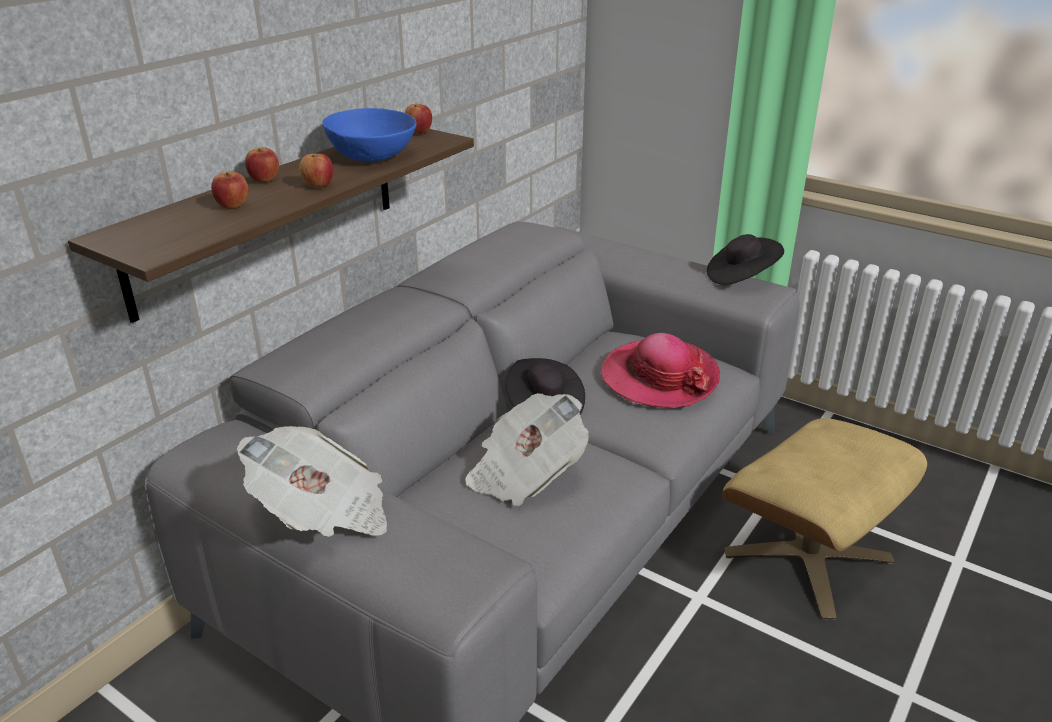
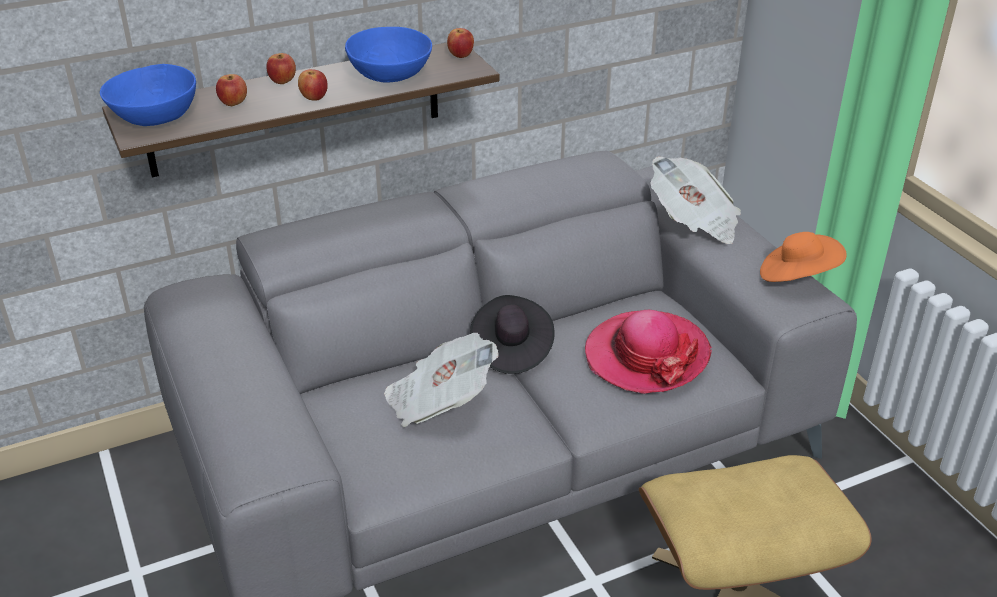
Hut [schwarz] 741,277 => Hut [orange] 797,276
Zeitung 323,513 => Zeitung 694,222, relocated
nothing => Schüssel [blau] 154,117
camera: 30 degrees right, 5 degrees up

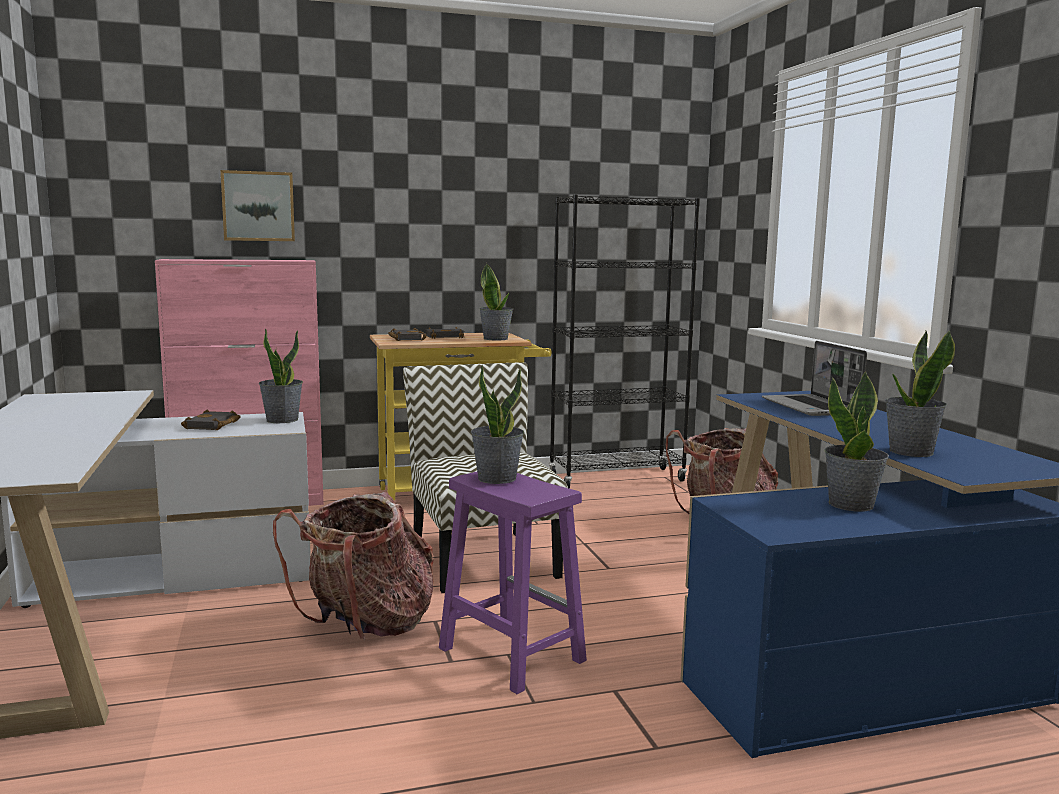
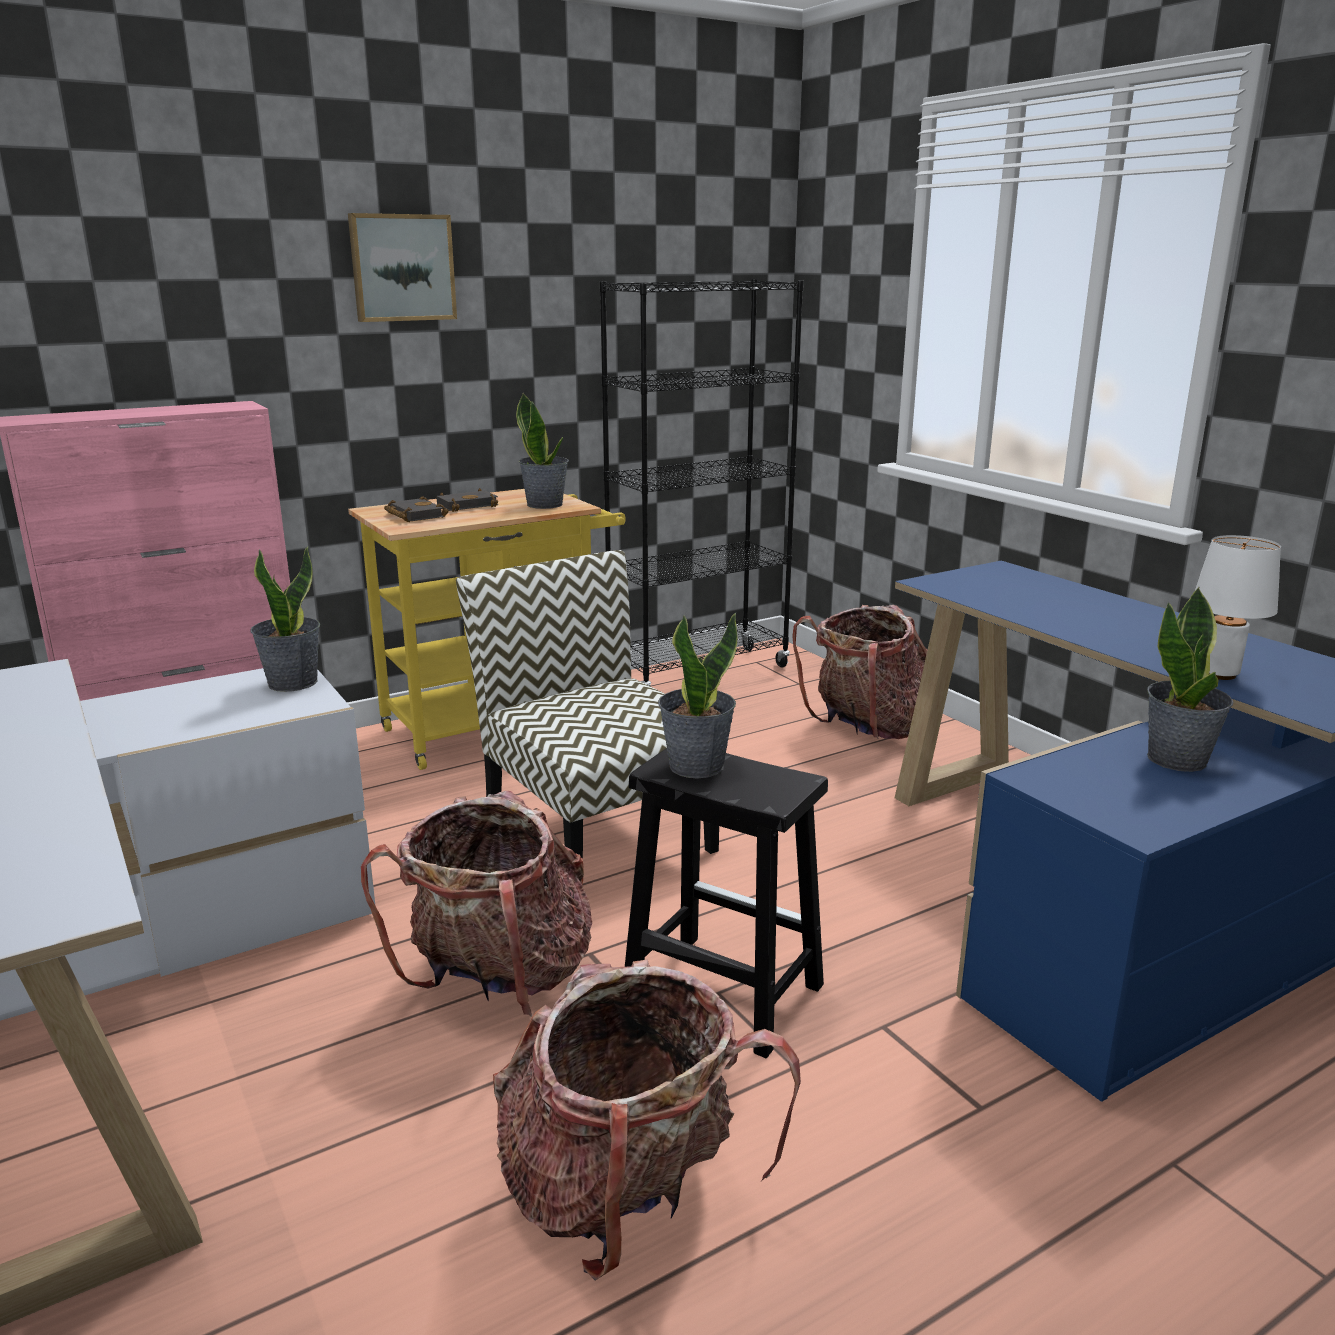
Bild 258,206 => Bild 402,268, relocated
Topfpflanze 910,452 => Tischlampe [weiß] 1219,674
Laptop 811,407 => nothing
Buch [schwarz] 213,425 => nothing
Hocker [lila] 509,654 => Hocker [schwarz] 720,992
nothing => Rucksack 627,1196
camera: 15 degrees left, 10 degrees up

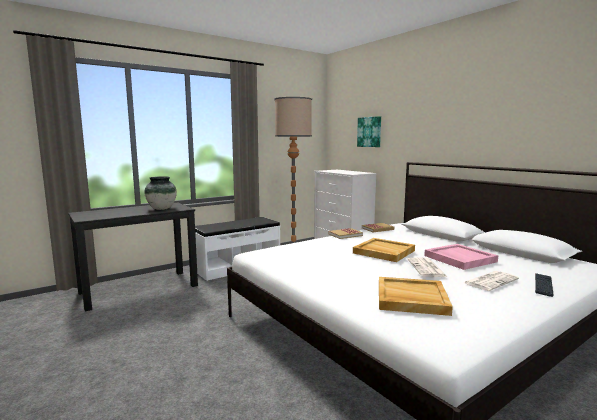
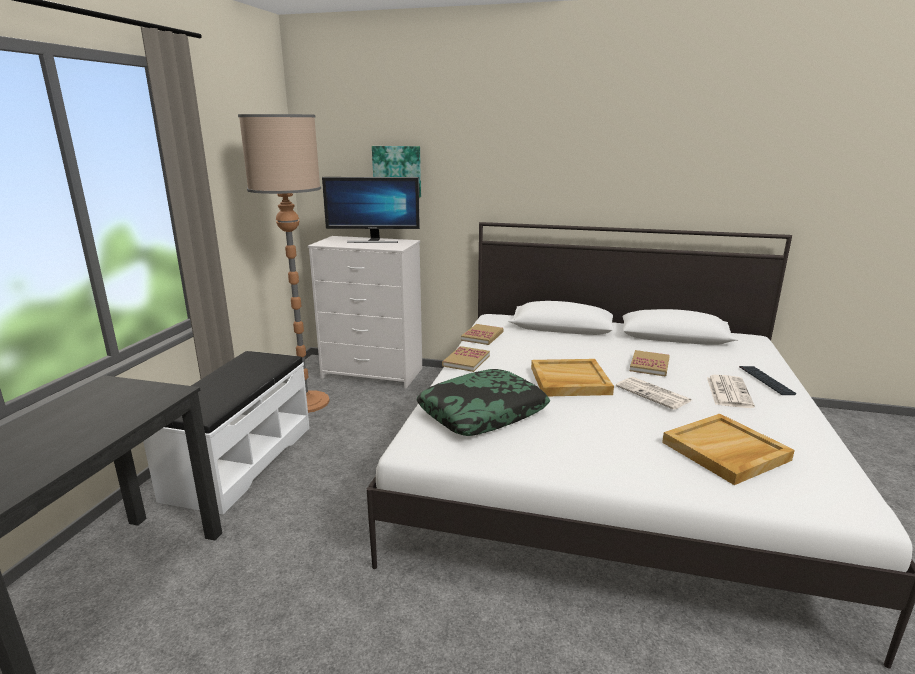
Vase 162,209 => nothing
Tablett [rosa] 459,258 => Buch 649,365
nothing => Monitor 373,241
nothing => Kissen 482,413
camera: 40 degrees left, 10 degrees up

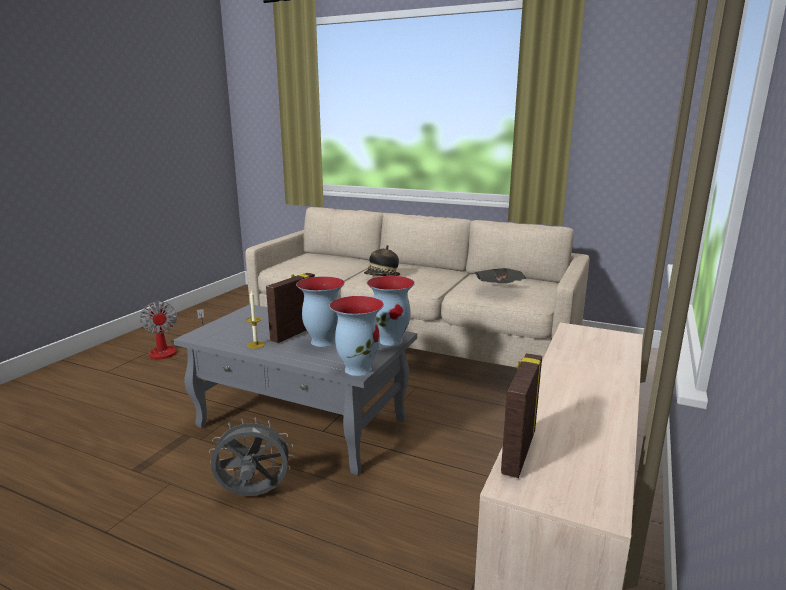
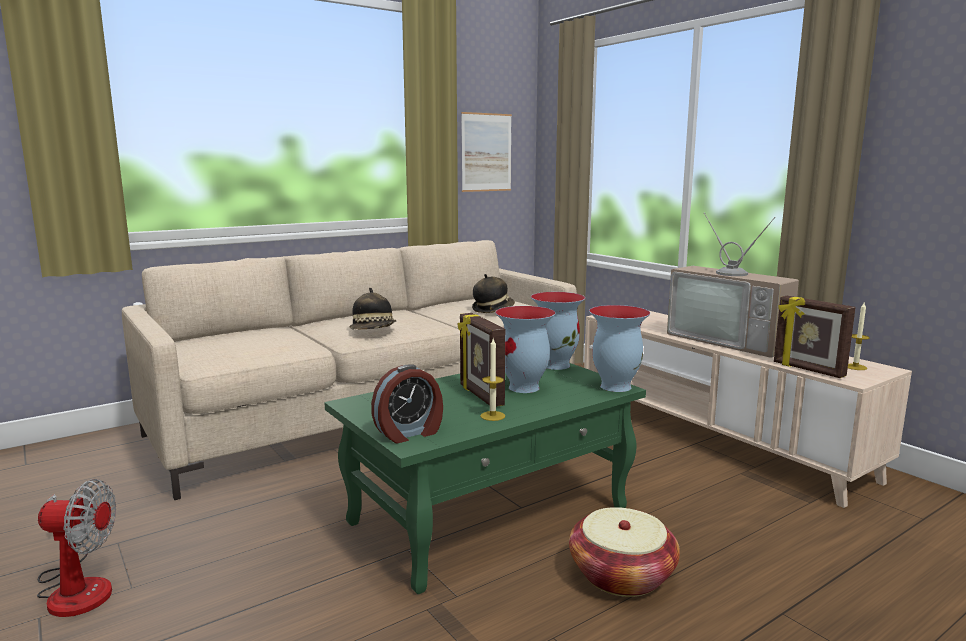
Zeitung 499,290 => Hut 492,309
Couchtisch [grau] 303,422 => Couchtisch [grün] 490,514
Ventilator [grau] 253,494 => Korb 621,575
nothing => Bild 486,152
nothing => Fernseher 731,341
nothing => Kerze 855,367
nothing => Wecker 409,433
camera: 60 degrees left, 5 degrees down

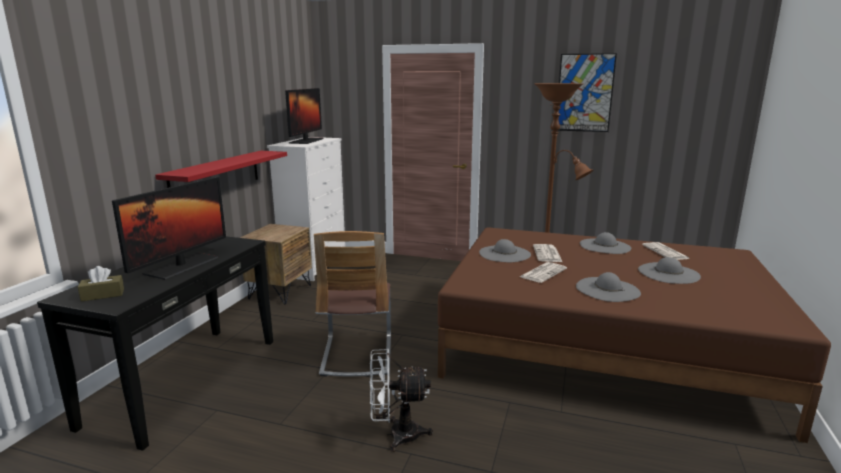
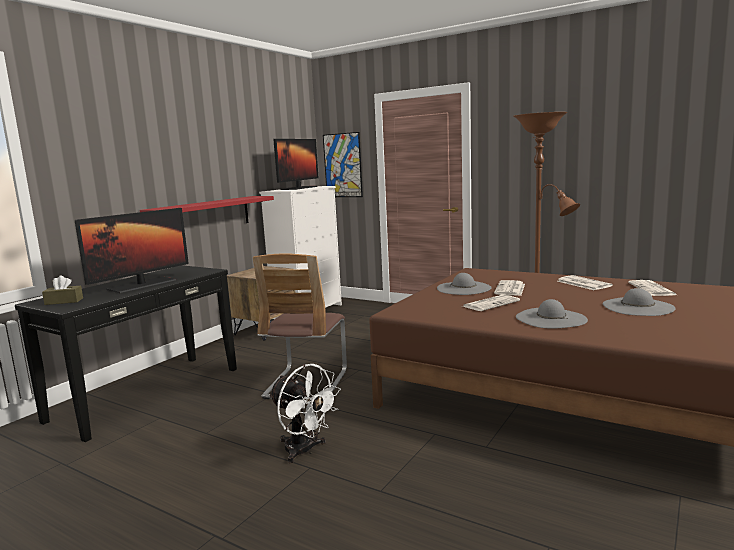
Bild 584,93 => Bild 343,165, relocated
Hut [grau] 605,246 => Zeitung 582,283
Ventilator [weiß] 396,435 => Ventilator [weiß] 305,451, 150 degrees counterclockwise
camera: 15 degrees right, 5 degrees down

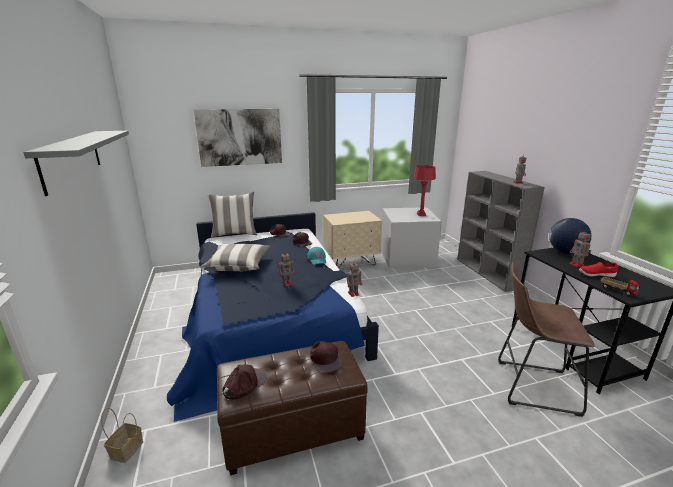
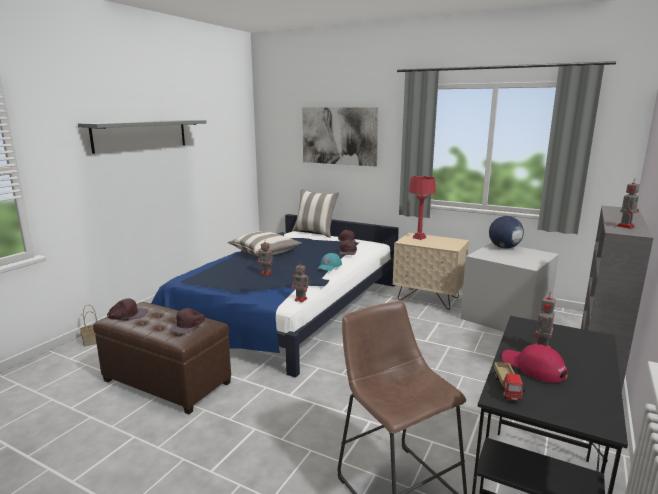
Tischlampe [rot] 421,214 => Tischlampe [rot] 419,238, relocated
Globus 565,252 => Globus 504,247, relocated
Schuh [rot] 596,275 => Kappe [rot] 533,367
camera: 45 degrees right, 5 degrees down

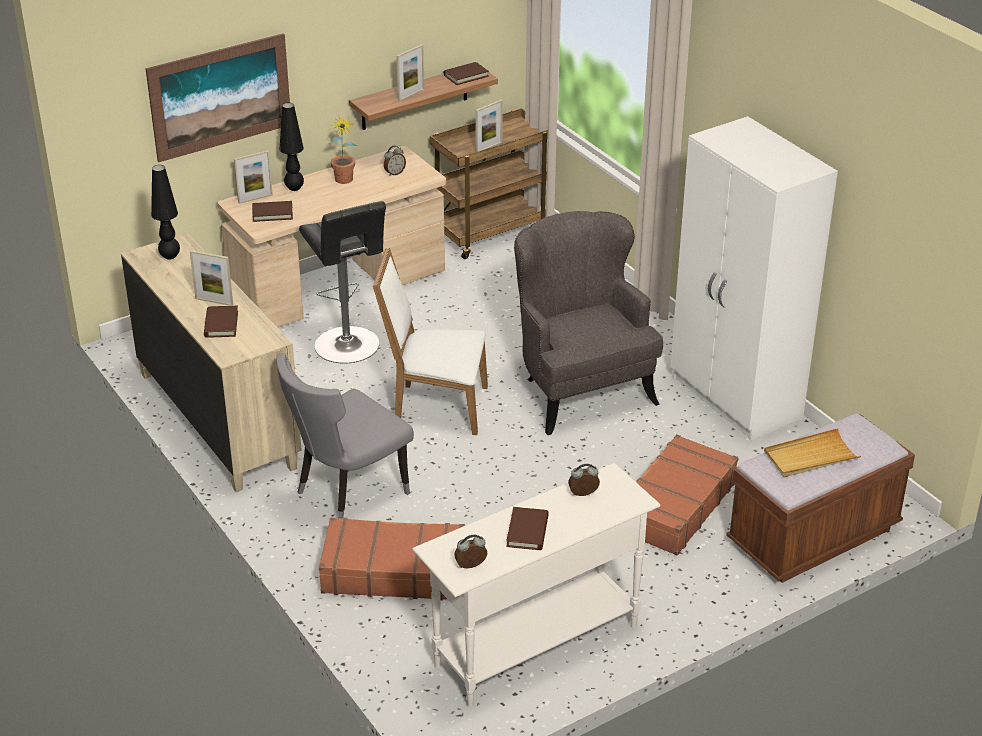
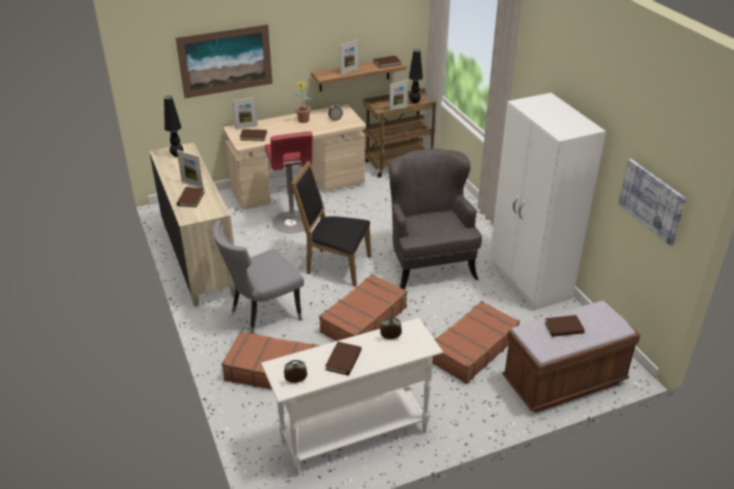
Tischlampe [schwarz] 294,189 => Tischlampe [schwarz] 414,102, relocated
Hocker [schwarz] 349,347 => Hocker [rot] 293,223
Stuhl [weiß] 435,406 => Stuhl [schwarz] 334,265
Tablett [beige] 810,457 => Buch [braun] 564,328
nothing => Bild 652,200
nothing => Koffer [braun] 363,319
camera: 10 degrees right, 0 degrees up

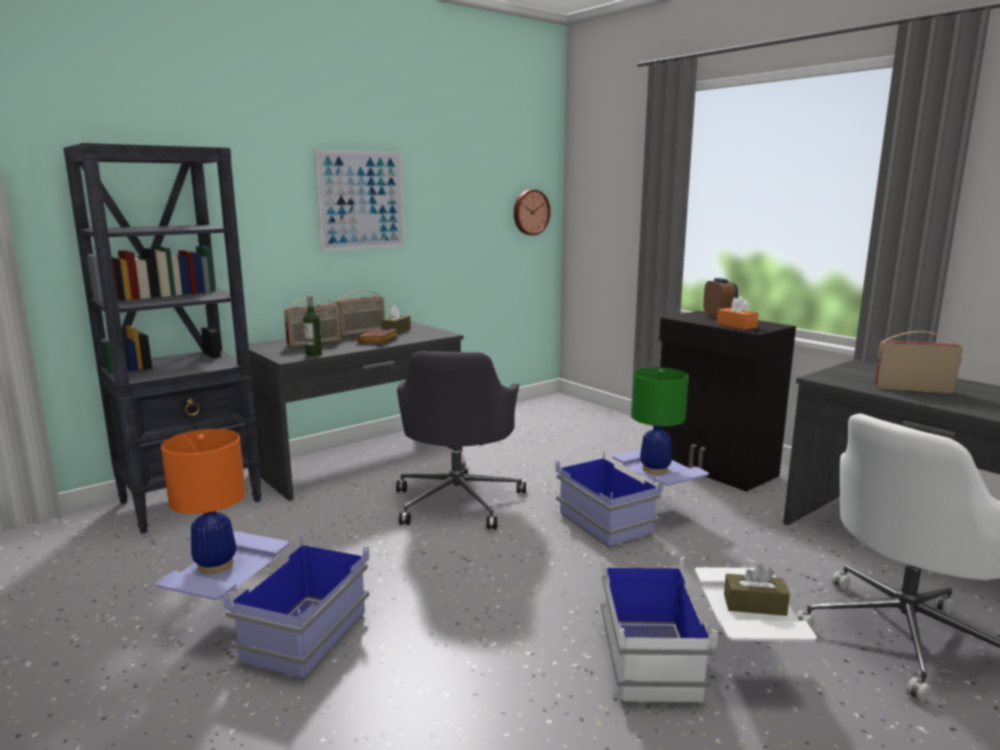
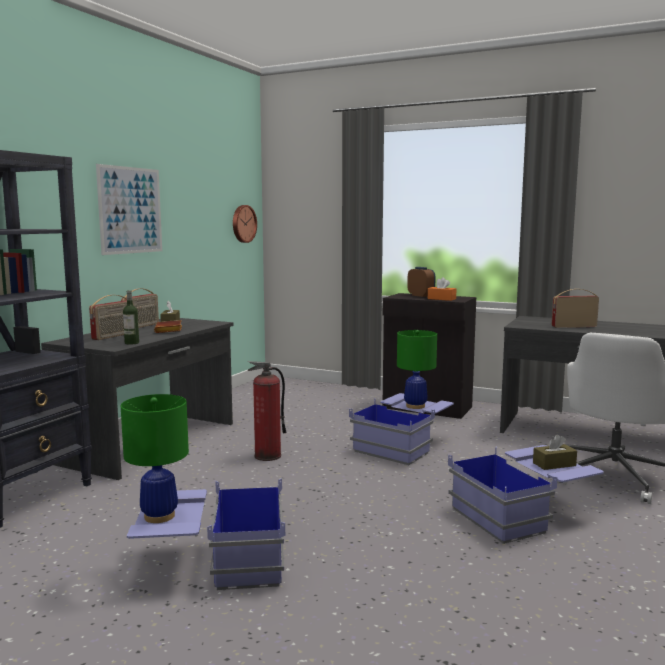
Bürostuhl [grau] 458,501 => Feuerlöscher 267,456
Tischlampe [orange] 215,565 => Tischlampe [grün] 159,516
Aufbewahrungsbox [weiß] 695,664 => Aufbewahrungsbox [blau] 523,514
camera: 25 degrees left, 5 degrees down

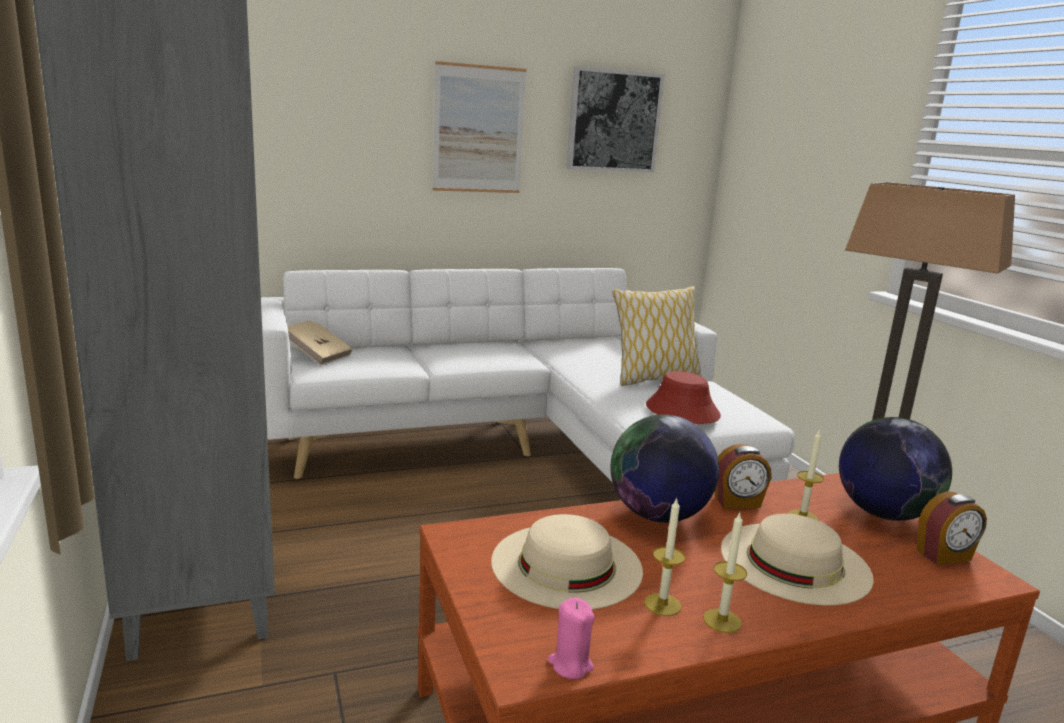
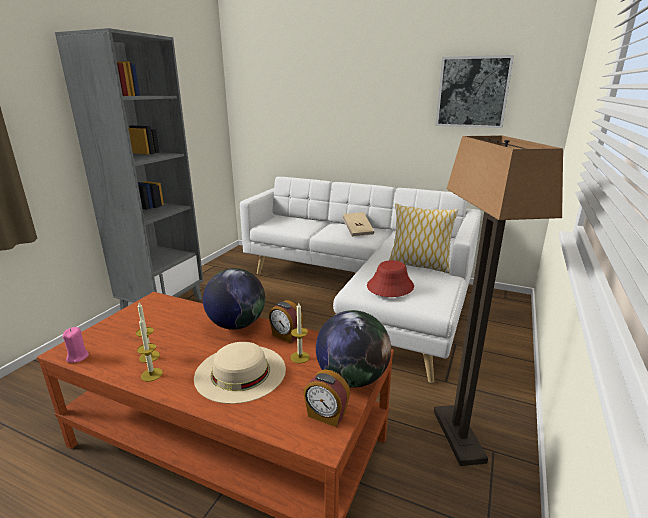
Bild 478,129 => nothing
Buch [beige] 318,355 => Buch [beige] 358,231, relocated
Hut [beige] 566,564 => nothing
camera: 45 degrees right, 5 degrees up

